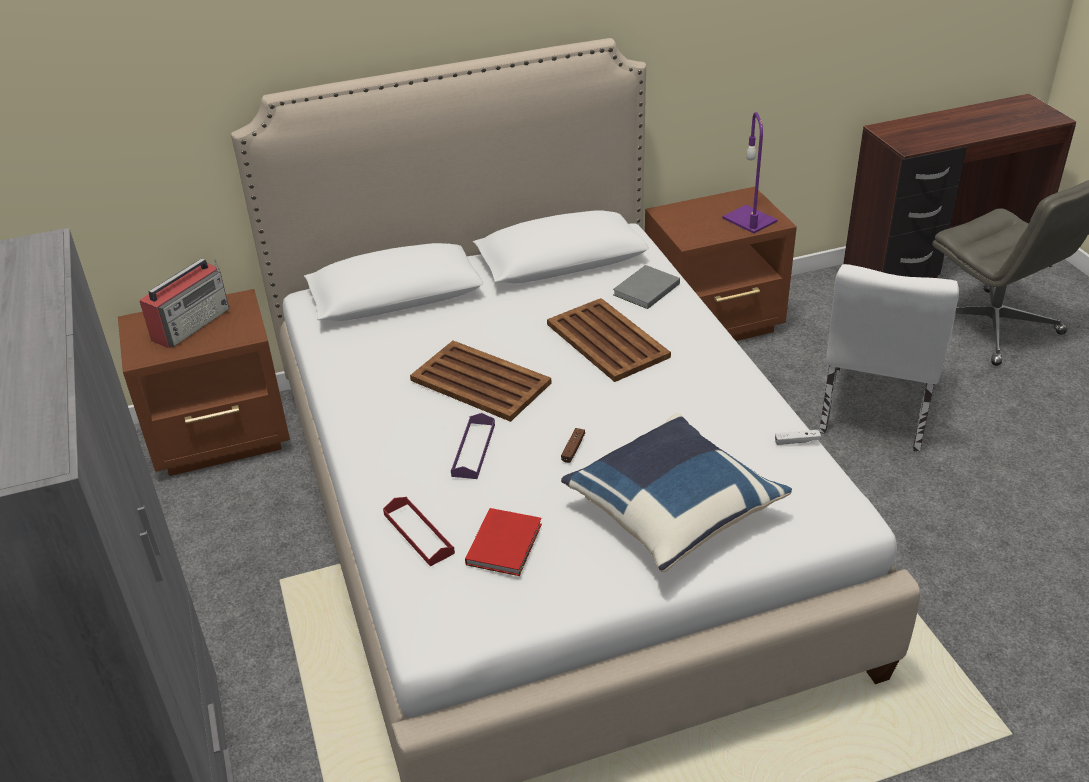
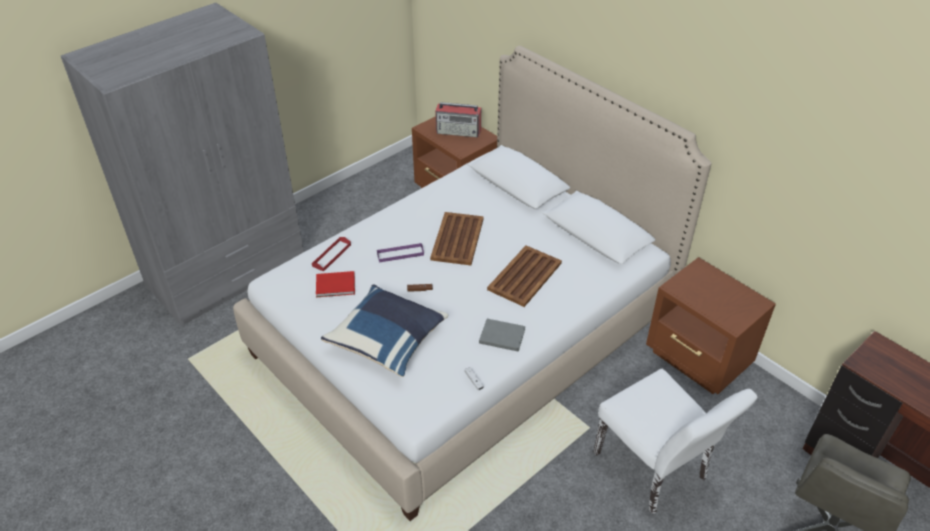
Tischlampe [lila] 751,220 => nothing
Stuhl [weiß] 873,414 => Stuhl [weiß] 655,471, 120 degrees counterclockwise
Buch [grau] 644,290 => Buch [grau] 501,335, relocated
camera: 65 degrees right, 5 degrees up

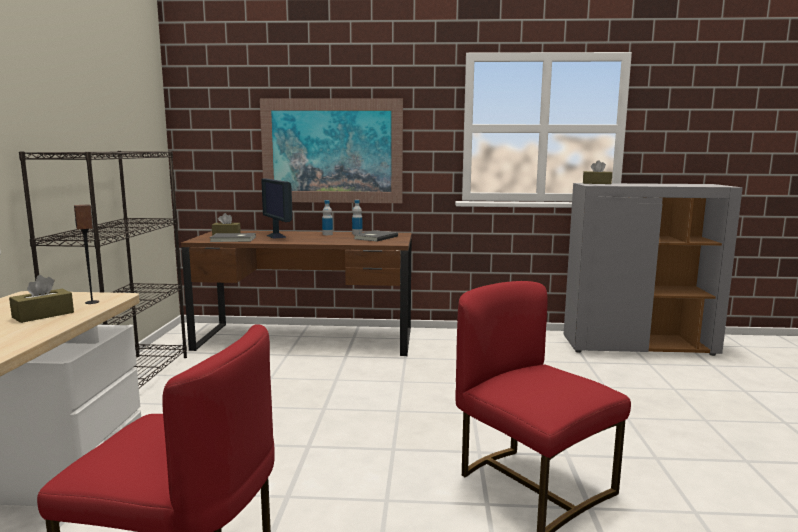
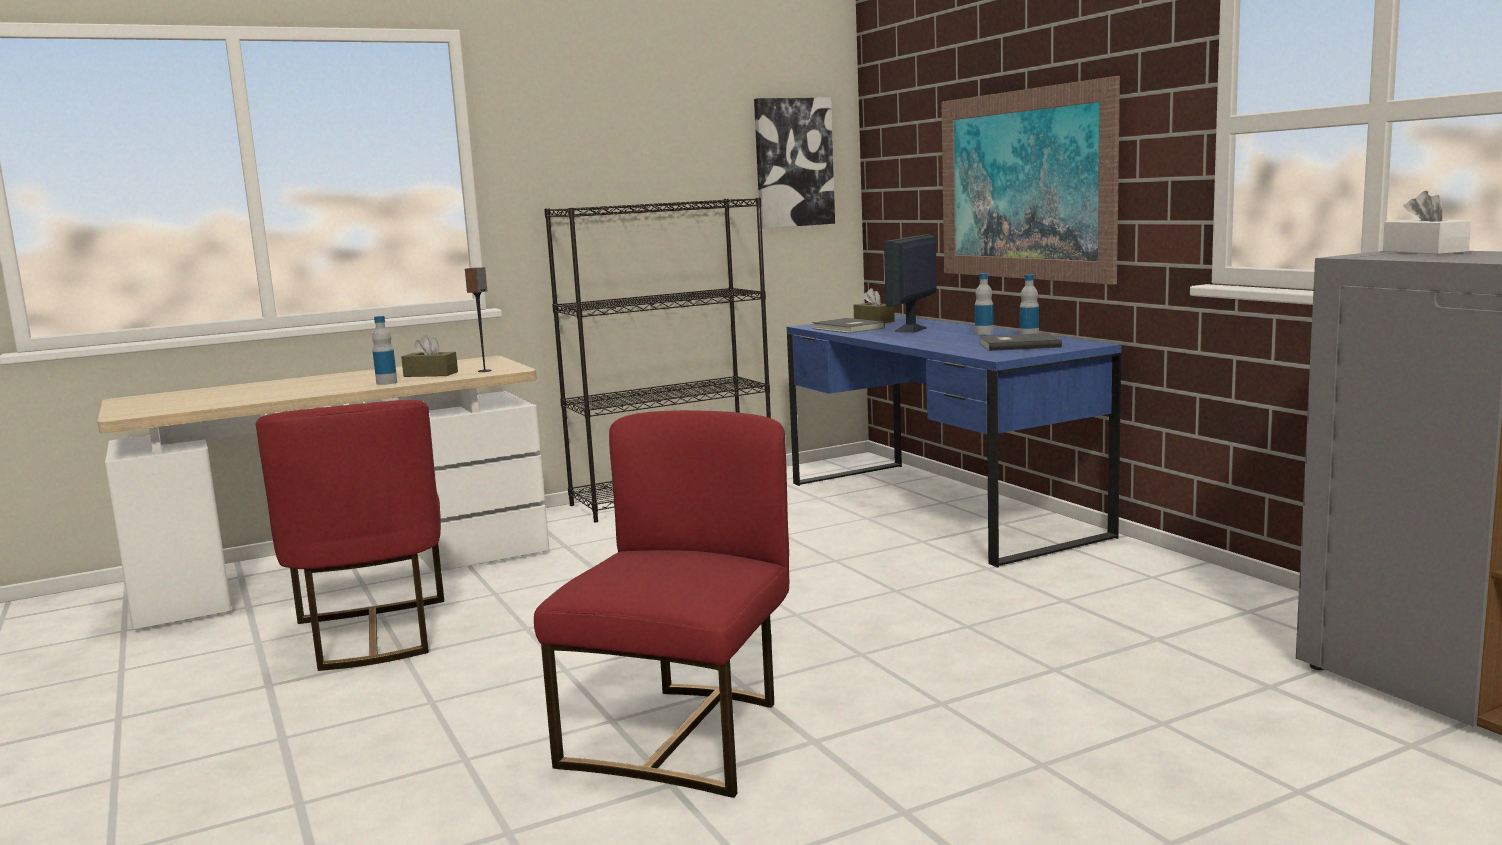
Taschentuchbox [braun] 596,183 => Taschentuchbox [weiß] 1424,251
Schreibtisch [braun] 306,339 => Schreibtisch [blau] 938,508
nothing => Bild 793,162
nothing => Flasche 386,383
camera: 60 degrees right, 0 degrees up

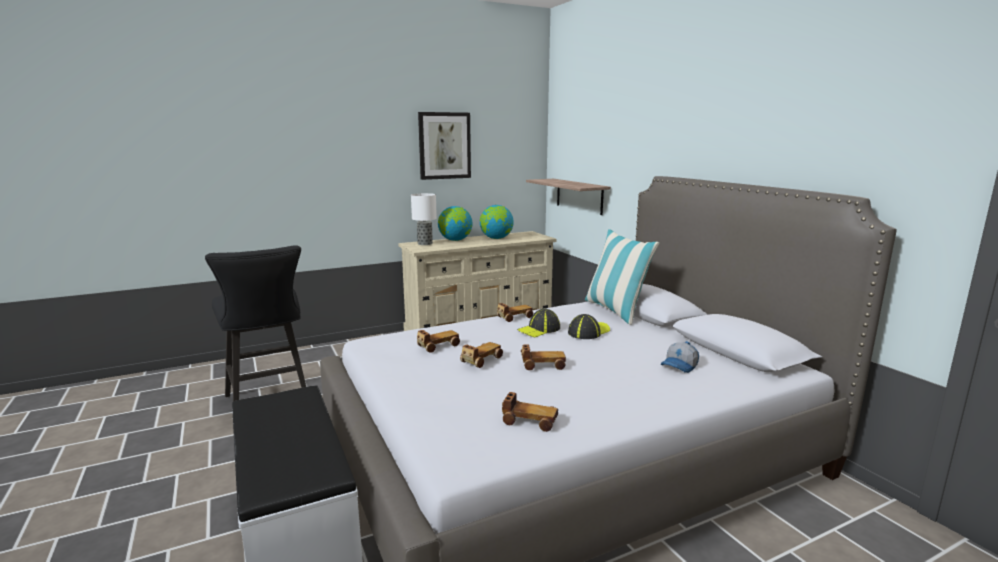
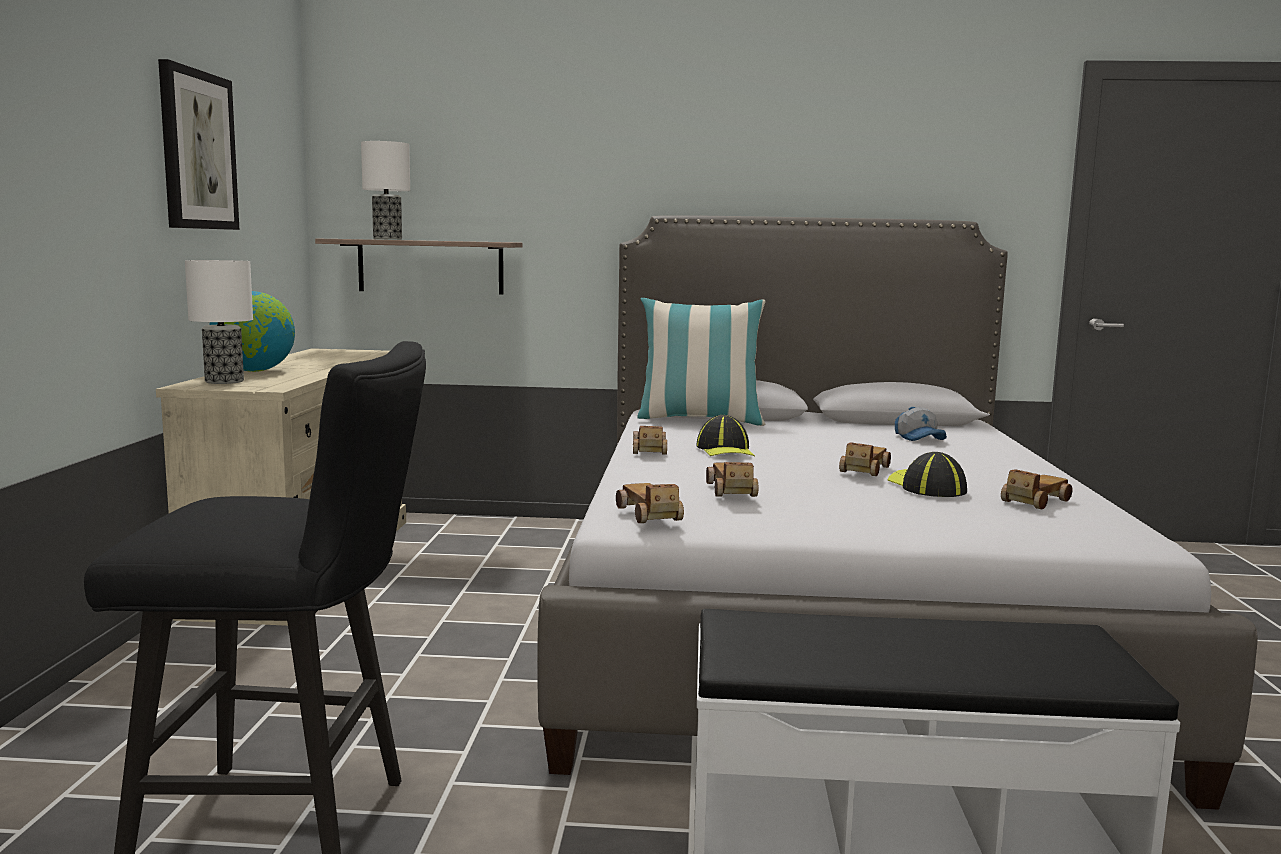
Globus 496,238 => nothing
Kappe 588,332 => Kappe 926,487, relocated
Spielzeugauto 481,360 => Spielzeugauto 649,515, relocated
nothing => Tischlampe 387,239
camera: 60 degrees left, 5 degrees down

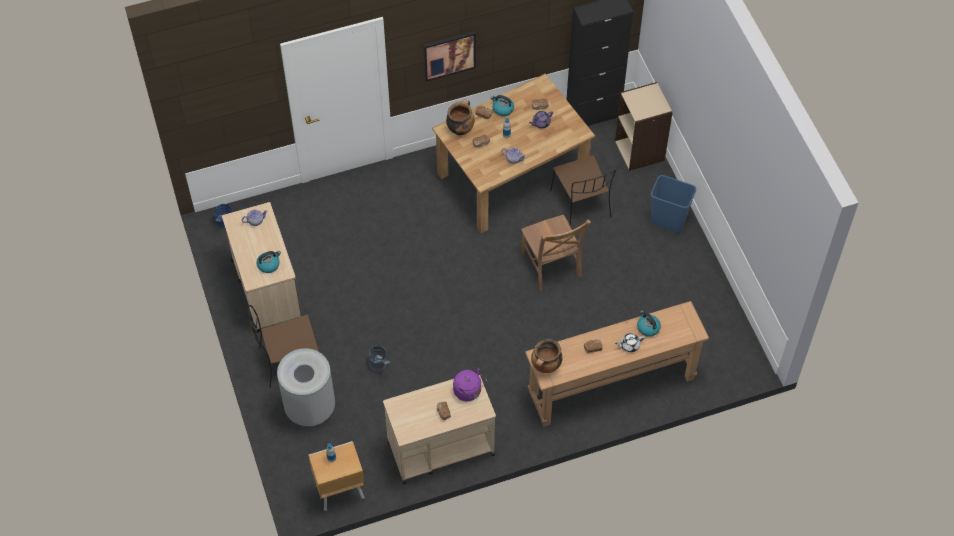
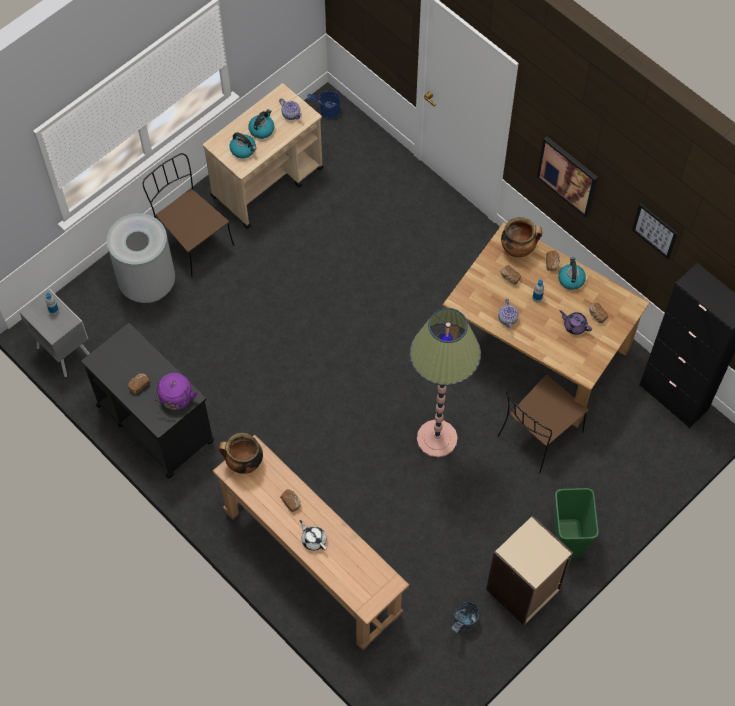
Bücherregal [beige] 640,150 => Bücherregal [beige] 523,590, relocated
Mülleimer [blau] 668,221 => Mülleimer [grün] 569,539
Stuhl [braun] 551,267 => Stehlampe 437,438
Wasserkessel 648,328 => Wasserkessel 262,129, relocated
Eimer [grau] 379,365 => Eimer [grau] 463,624, relocated
Rollwagen [beige] 440,448 => Rollwagen [schwarz] 154,422
Nachttisch [braun] 339,491 => Nachttisch [grau] 63,351
nothing => Bild 655,230
camera: 65 degrees right, 5 degrees up

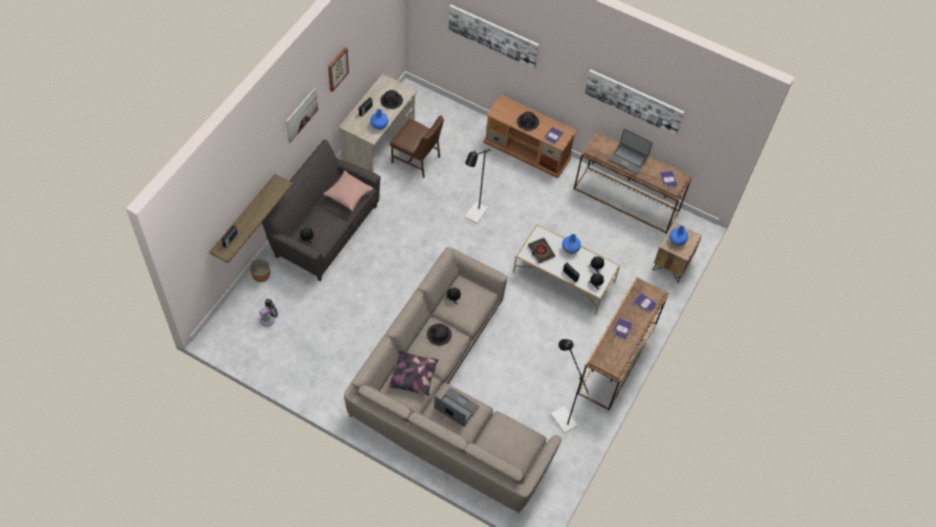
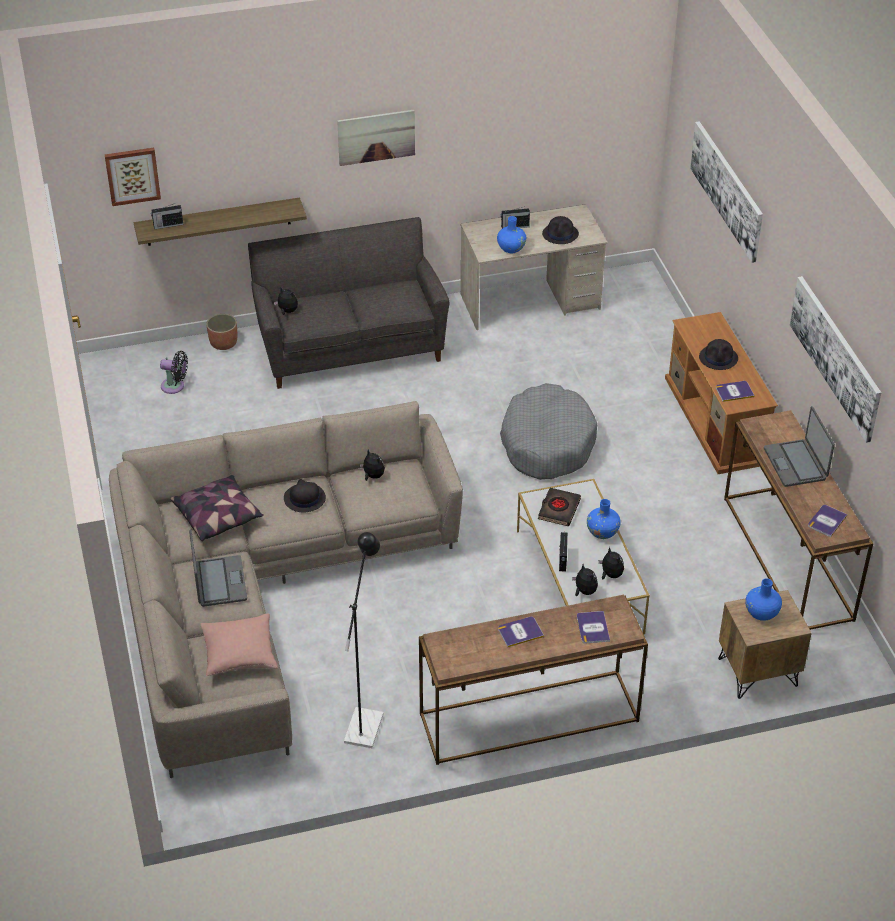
Bild 337,69 => Bild 132,175, relocated
Stuhl [braun] 417,160 => nothing
Stehlampe [schwarz] 474,216 => Hundebett [grau] 547,443
Kissen [rosa] 348,194 => Kissen [rosa] 239,653, relocated
camera: 50 degrees right, 15 degrees down

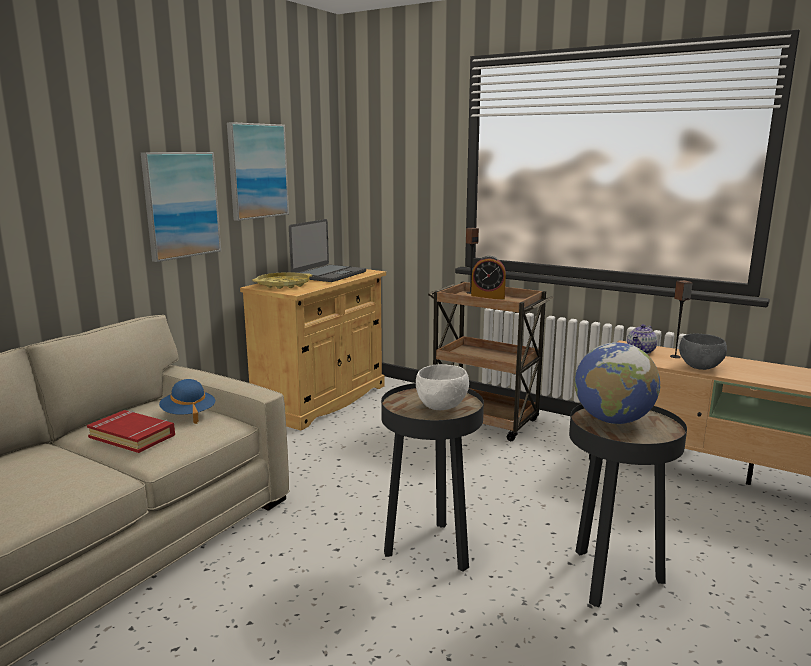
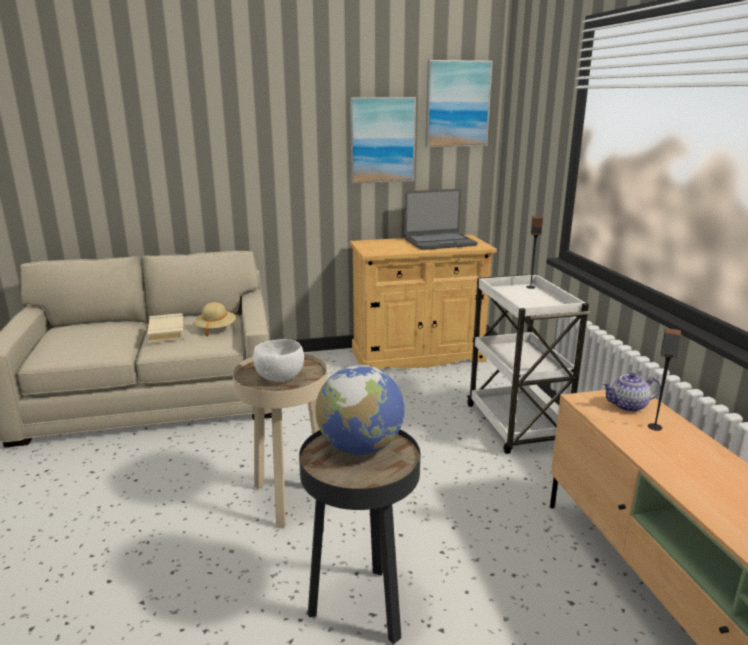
Bild 181,205 => Bild 457,104, relocated
Wecker 488,297 => nothing
Tablett [gelb] 283,285 => nothing
Rollwagen [braun] 485,421 => Rollwagen [weiß] 516,426
Schüssel [grau] 700,367 => nothing
Hut [blau] 188,414 => Hut [beige] 216,329
Beistelltisch [schwarz] 430,549 => Beistelltisch [beige] 288,500
Buch [rot] 132,436 => Buch [beige] 167,332
camera: 45 degrees right, 5 degrees up

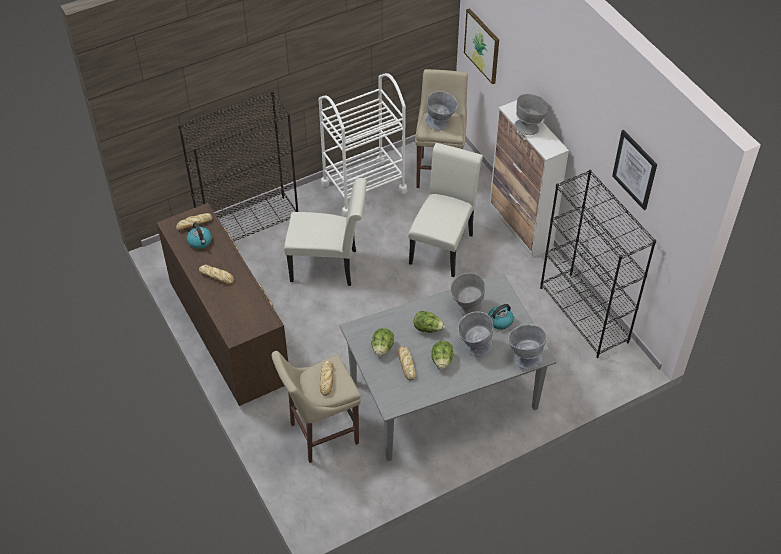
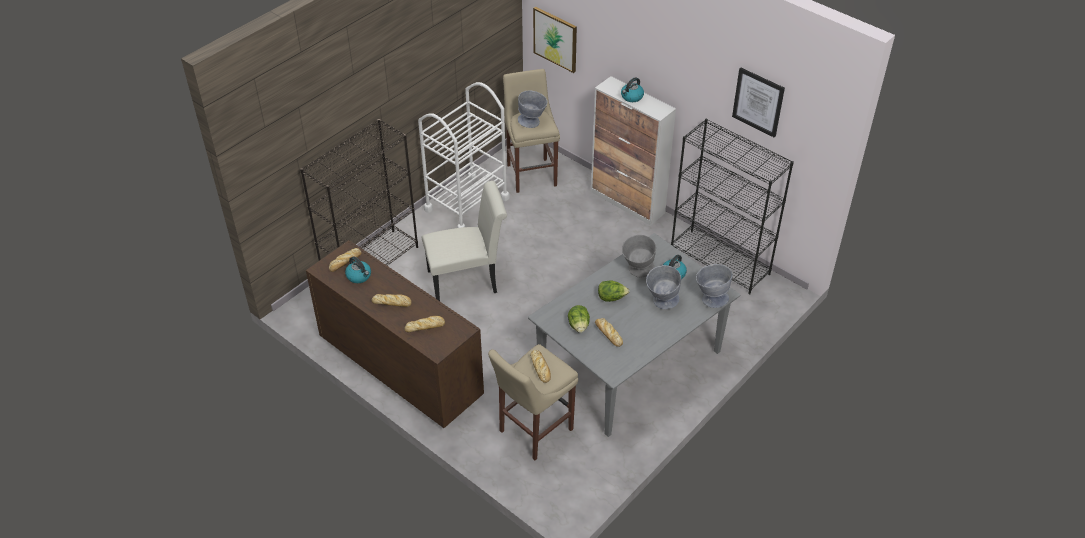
Schüssel [grau] 530,127 => Wasserkessel 631,97
Stuhl [weiß] 443,245 => nothing
Salatkopf 442,361 => nothing
nothing => Brot 425,326
camera: 20 degrees left, 5 degrees down

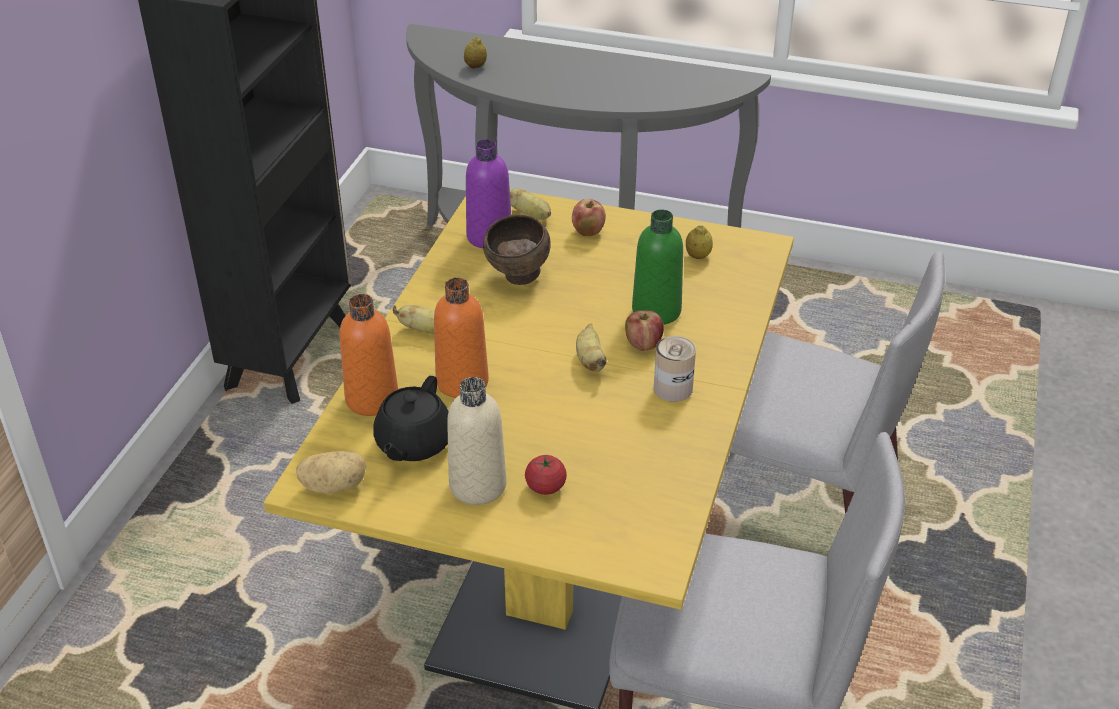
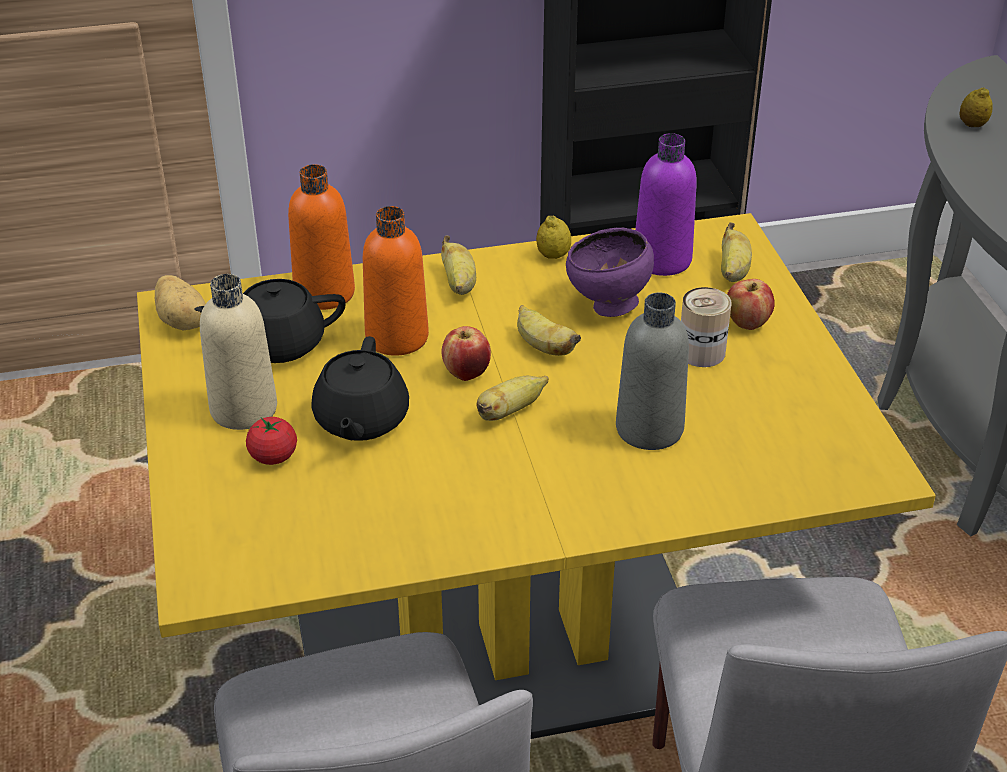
Flasche [grün] 656,311 => Flasche [grau] 649,429
Schüssel [braun] 518,278 => Schüssel [lila] 608,307
Zitrone 698,256 => Zitrone 553,255, relocated
Apfel 643,345 => Apfel 466,373, relocated
Dose 673,388 => Dose 701,352, relocated
nothing => Banane 543,347
nothing => Teekanne [schwarz] 360,420
camera: 60 degrees right, 0 degrees up

